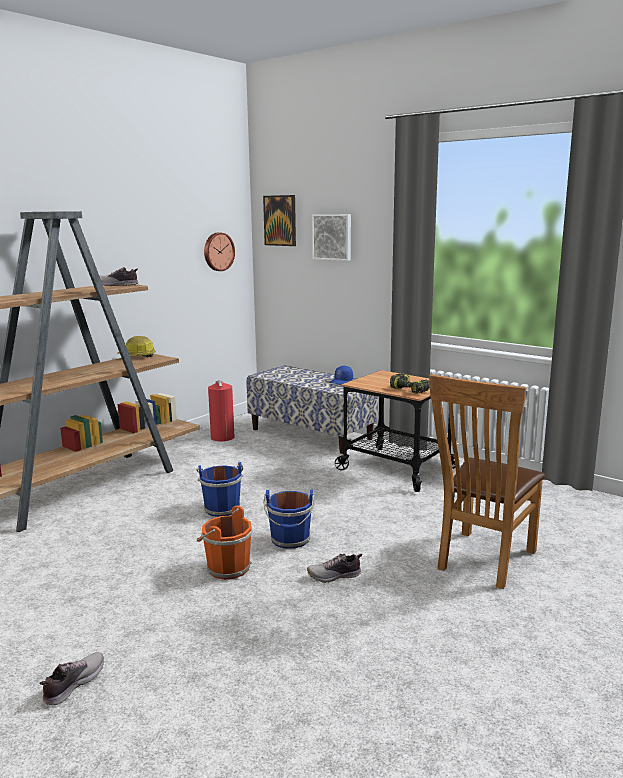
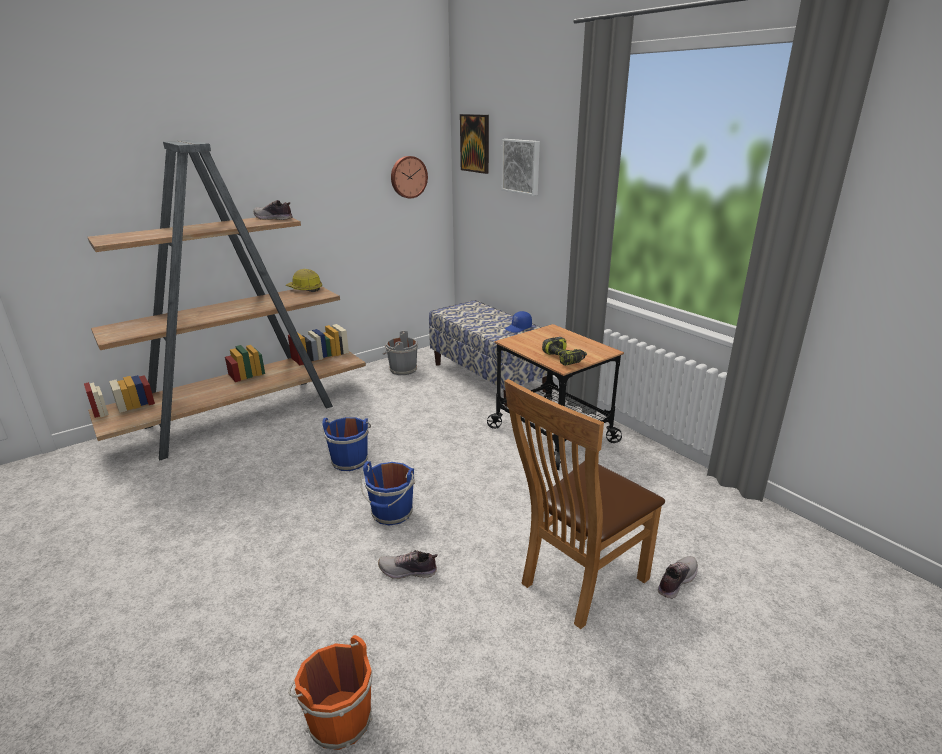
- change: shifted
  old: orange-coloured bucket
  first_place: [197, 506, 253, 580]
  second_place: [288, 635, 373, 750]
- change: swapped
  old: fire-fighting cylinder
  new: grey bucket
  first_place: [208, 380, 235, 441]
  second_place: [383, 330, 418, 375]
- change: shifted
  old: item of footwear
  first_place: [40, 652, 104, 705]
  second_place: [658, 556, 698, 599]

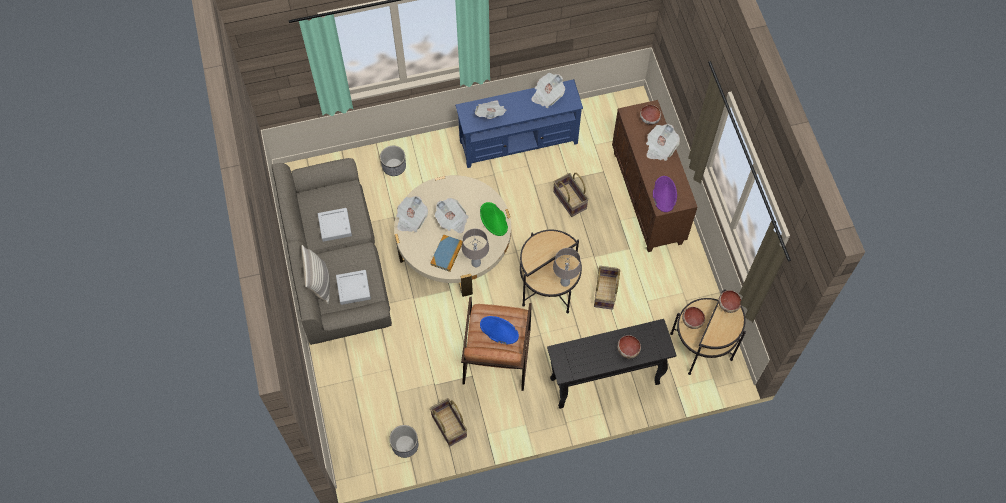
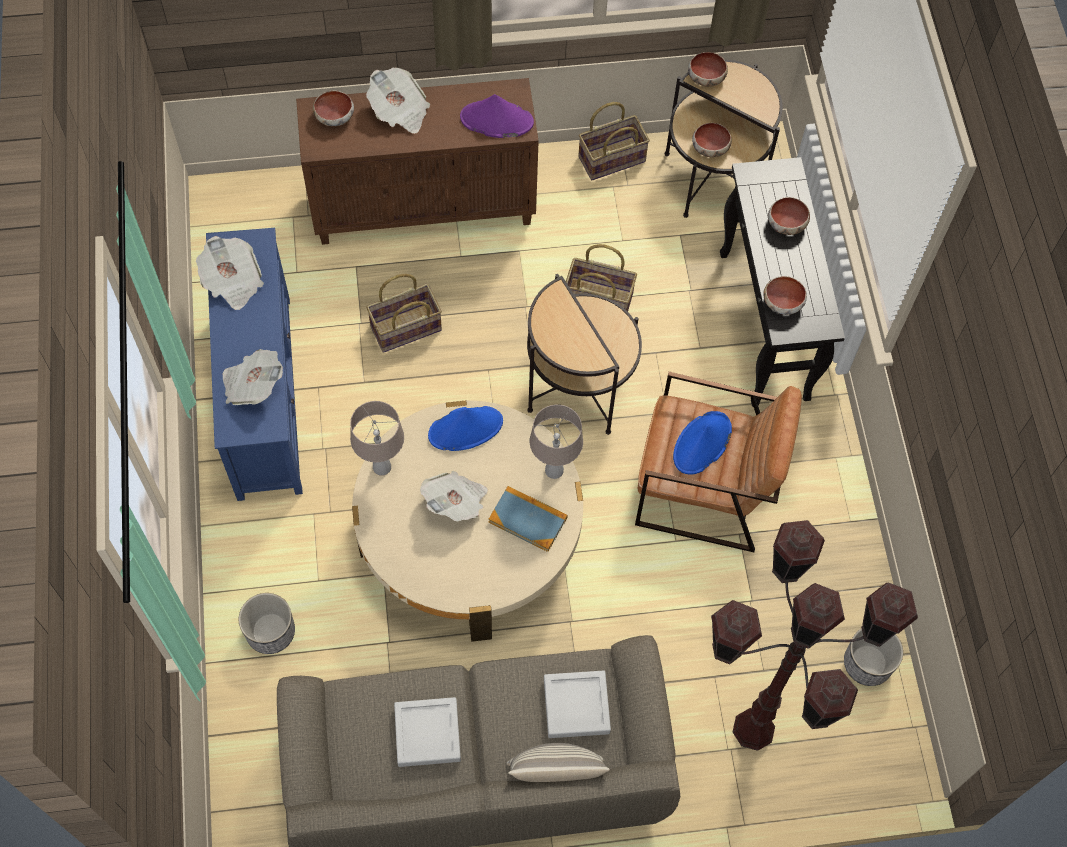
- change: shifted
  old: beige-coloured tabletop lamp
  first_place: [553, 248, 581, 287]
  second_place: [350, 401, 404, 475]
- change: repainted
  old: green-coloured clothing hat
  new: blue-coloured clothing hat
  first_place: [480, 202, 508, 236]
  second_place: [428, 406, 503, 451]
- change: shifted
  old: basket
  first_place: [430, 398, 467, 446]
  second_place: [578, 102, 650, 180]
- change: new
  new: brown floor lamp
  second_place: [711, 520, 918, 751]
- change: new
  new: serving bowl
  second_place: [763, 276, 807, 315]
- change: gone
  old: newspaper
  first_place: [396, 196, 428, 232]

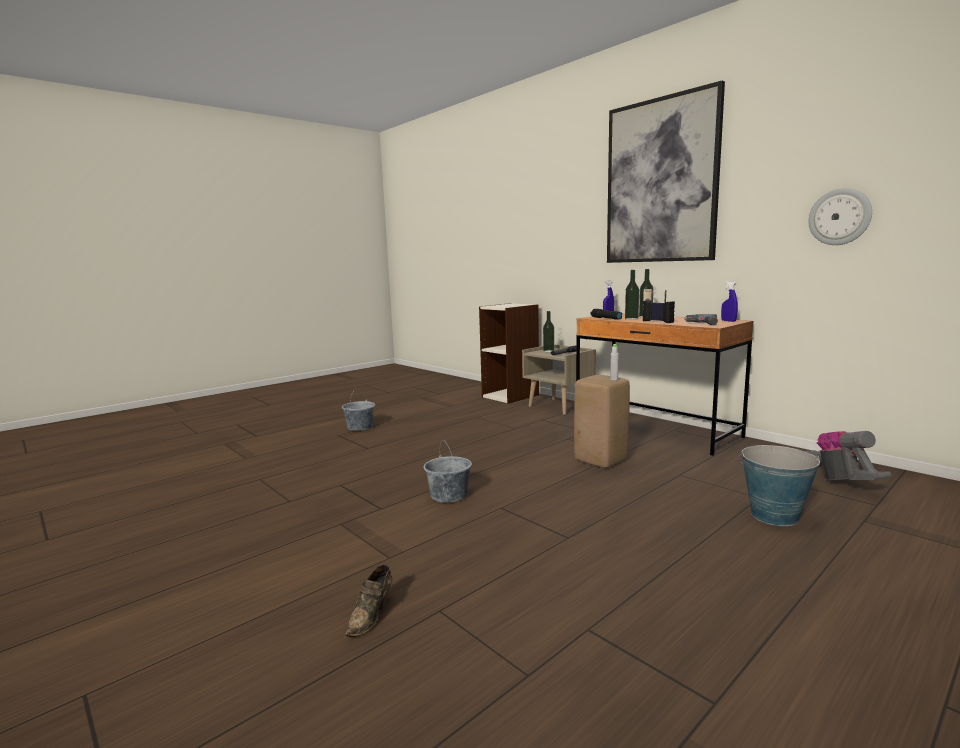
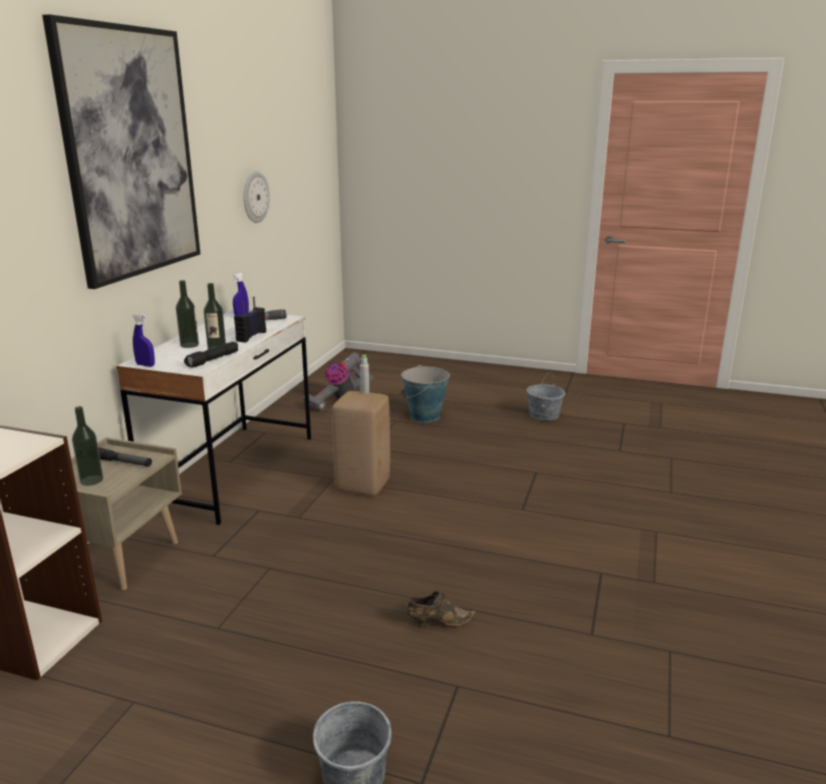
- change: repainted
  old: brown desk unit
  new: white-coloured desk unit
  first_place: [576, 313, 754, 456]
  second_place: [116, 310, 311, 525]
- change: shifted
  old: brown item of footwear
  first_place: [345, 564, 392, 637]
  second_place: [406, 591, 476, 628]
- change: shifted
  old: grey bucket
  first_place: [424, 440, 472, 503]
  second_place: [527, 372, 565, 421]

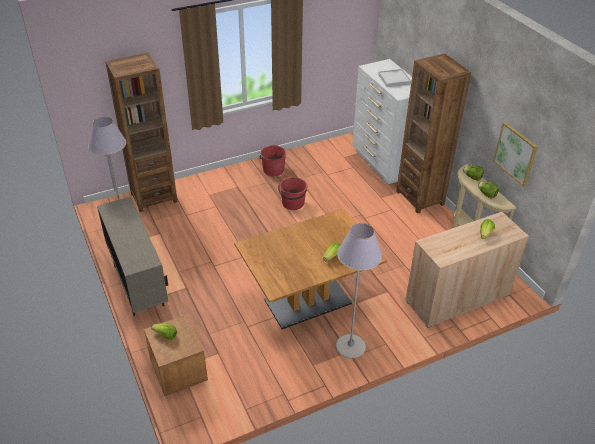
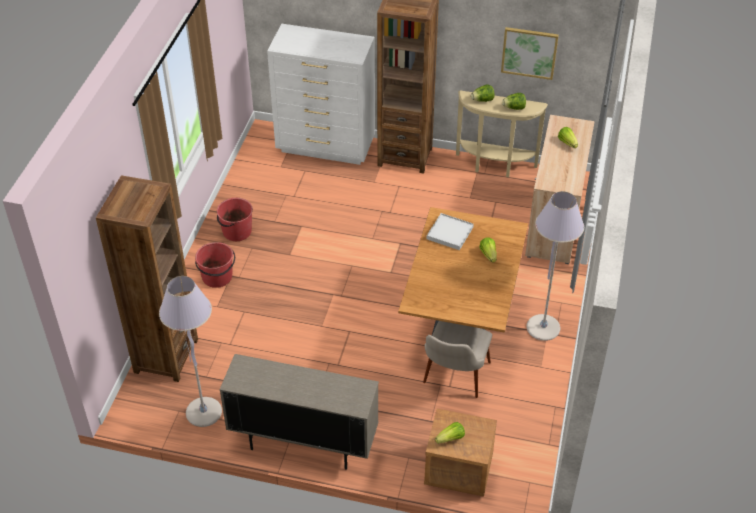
- change: shifted
  old: reddish bucket
  first_place: [278, 177, 307, 210]
  second_place: [195, 242, 235, 288]
- change: new
  new: beige-coloured plain chair
  second_place: [423, 321, 492, 398]
- change: shifted
  old: white-coloured carrying tray
  first_place: [378, 69, 411, 87]
  second_place: [427, 213, 474, 250]

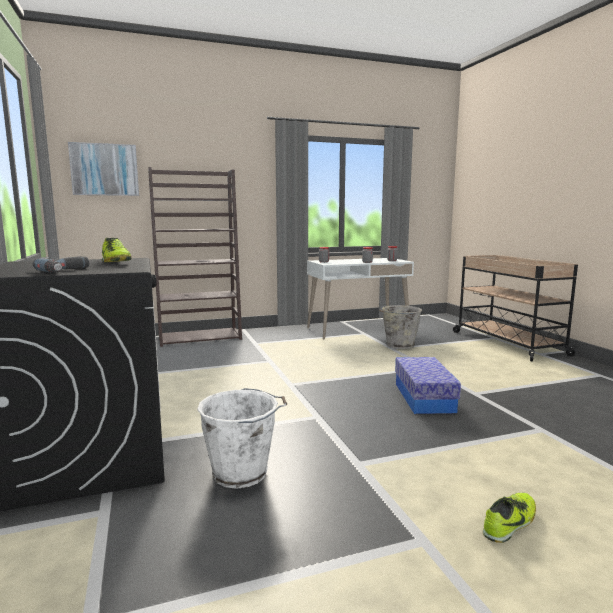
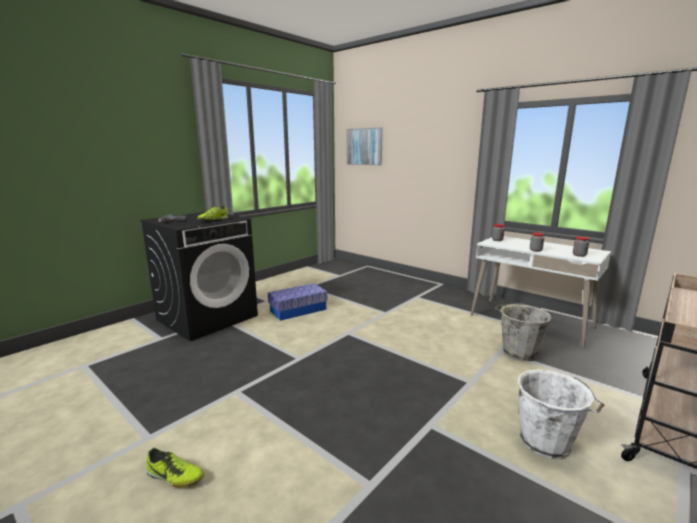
- change: shifted
  old: storage bin
  first_place: [395, 357, 461, 414]
  second_place: [268, 283, 327, 321]
- change: shifted
  old: white-coloured bucket
  first_place: [197, 388, 287, 489]
  second_place: [517, 369, 604, 459]
- change: gone
  old: brown bookcase
  first_place: [148, 167, 242, 347]

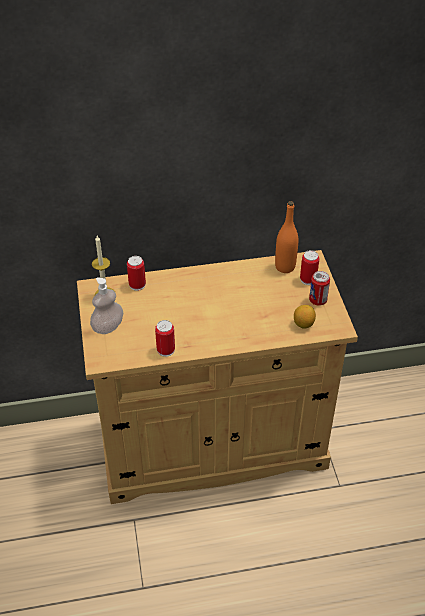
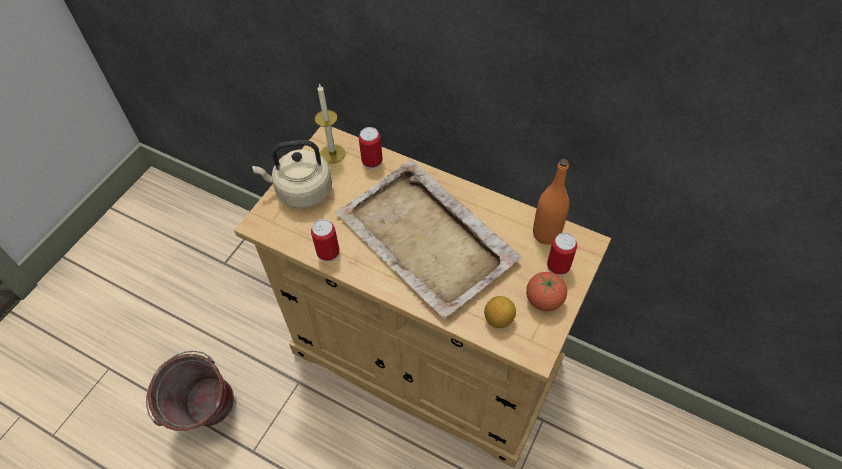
- change: new
  new: bucket
  second_place: [146, 351, 234, 431]
- change: swapped
  old: soap dispenser
  new: beige-coloured tea kettle
  first_place: [90, 277, 123, 334]
  second_place: [252, 140, 332, 208]
- change: new
  new: beige-coloured carrying tray
  second_place: [335, 160, 522, 319]
- change: swapped
  old: metal can
  new: tomato
  first_place: [309, 271, 330, 306]
  second_place: [526, 272, 567, 311]

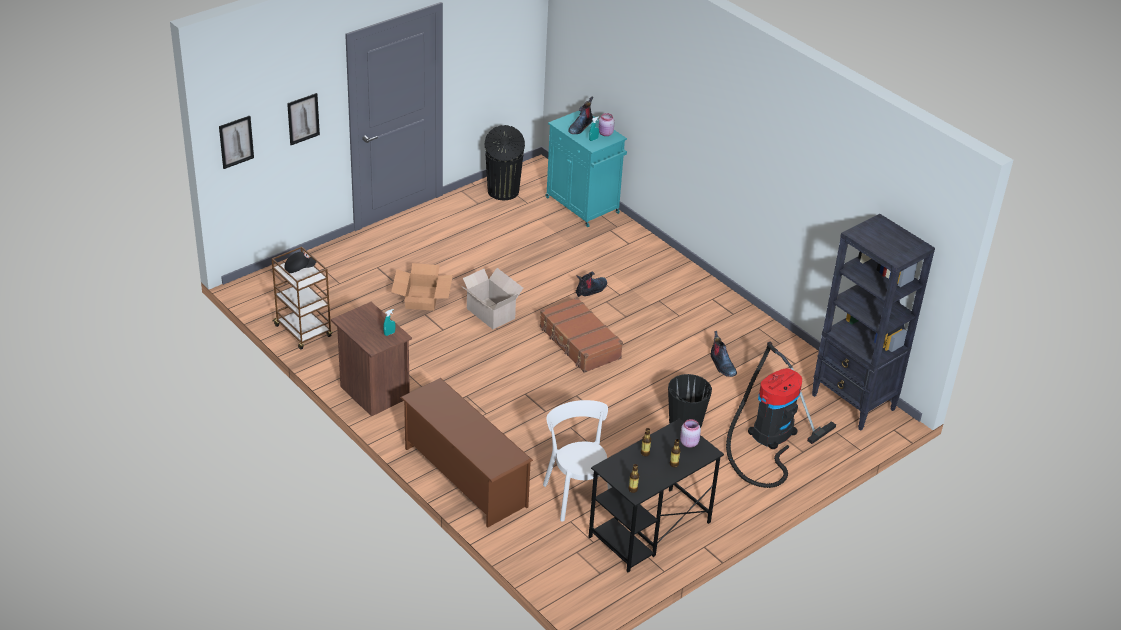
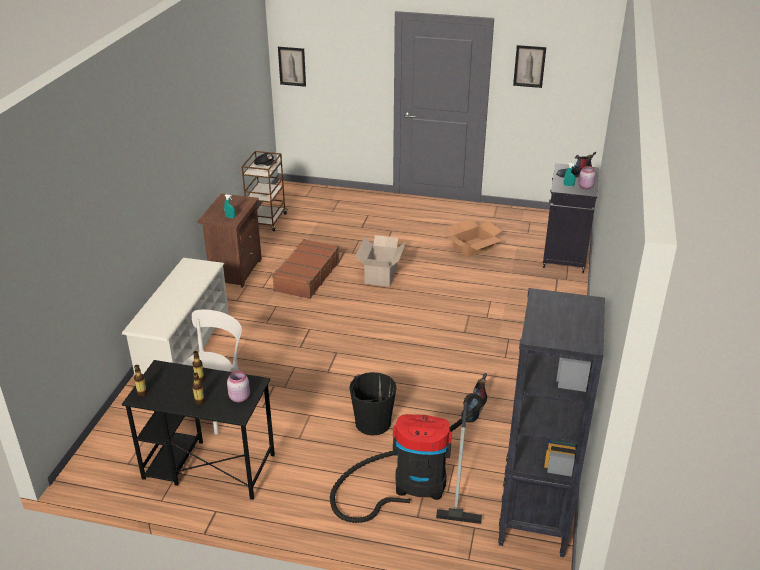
- change: repainted
  old: brown shoe shelf
  new: white-coloured shoe shelf
  first_place: [400, 378, 533, 527]
  second_place: [122, 258, 229, 375]
- change: shifted
  old: brown piece of luggage
  first_place: [540, 297, 623, 373]
  second_place: [272, 239, 339, 299]
- change: shifted
  old: cardboard box
  first_place: [391, 263, 453, 311]
  second_place: [446, 218, 503, 257]
- change: shifted
  old: picture
  first_place: [287, 93, 320, 145]
  second_place: [513, 45, 546, 88]
- change: repainted
  old: turquoise-coloured cabinet
  new: blackish cabinet
  first_place: [545, 111, 627, 227]
  second_place: [543, 163, 599, 273]
- change: gone
  old: blackish waste bin
  first_place: [485, 125, 525, 200]
- change: gone
  old: tall boot
  first_place: [576, 271, 607, 297]

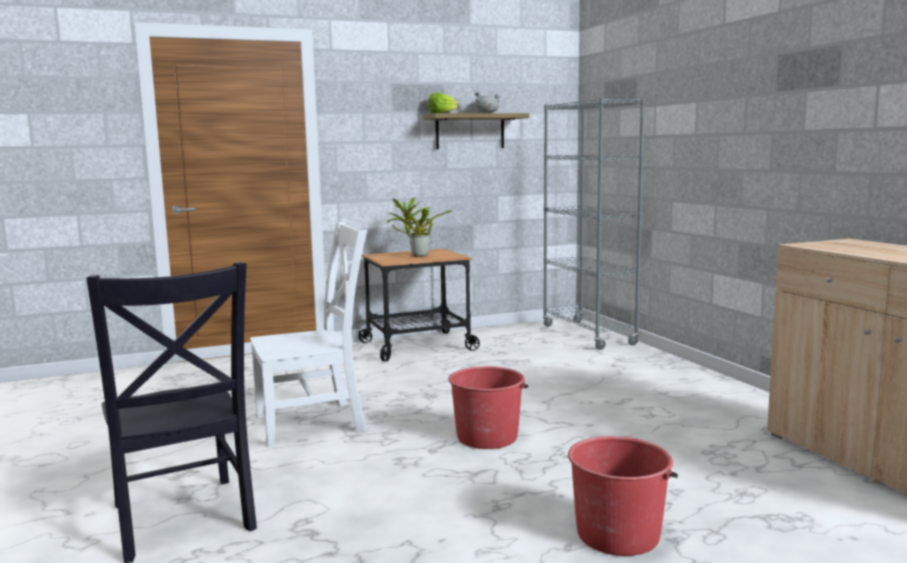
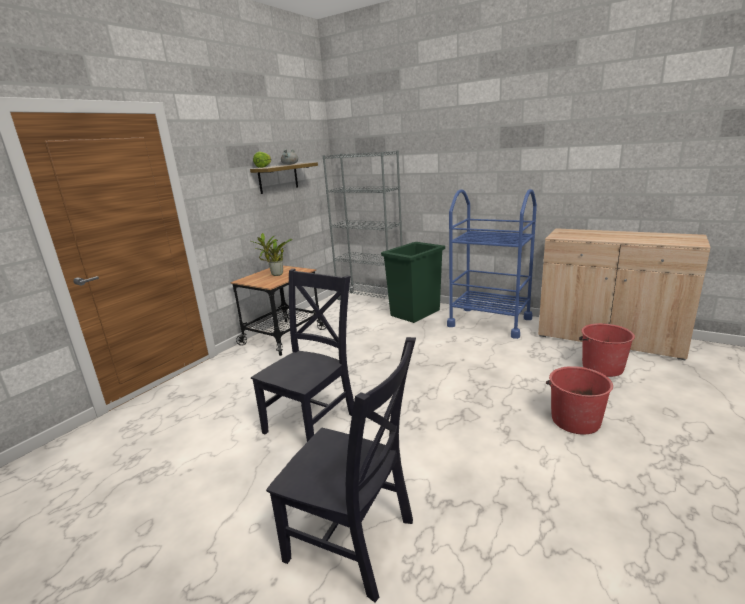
- change: repainted
  old: white-coloured plain chair
  new: blackish plain chair
  first_place: [250, 222, 367, 447]
  second_place: [251, 269, 354, 442]
- change: new
  new: green-coloured waste bin
  second_place: [381, 242, 445, 323]
- change: new
  new: blue-coloured cart
  second_place: [447, 189, 537, 339]
- change: shifted
  old: reddish bucket
  first_place: [449, 366, 528, 449]
  second_place: [579, 323, 635, 377]

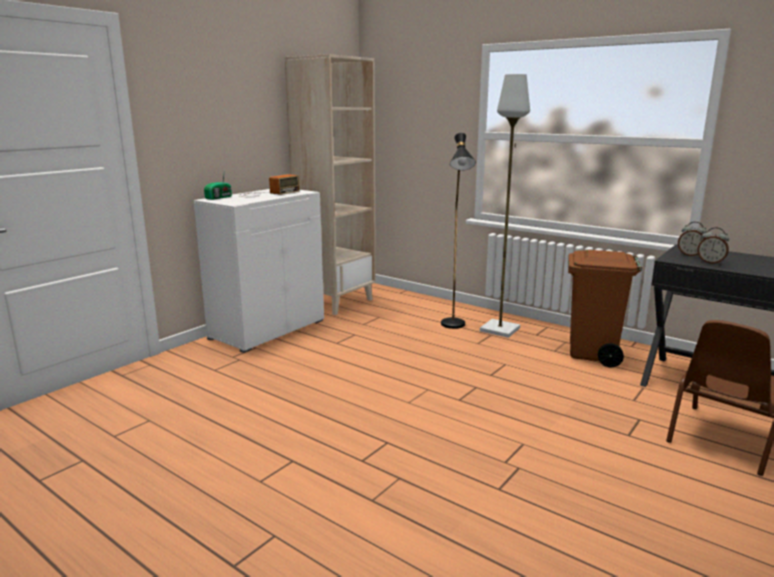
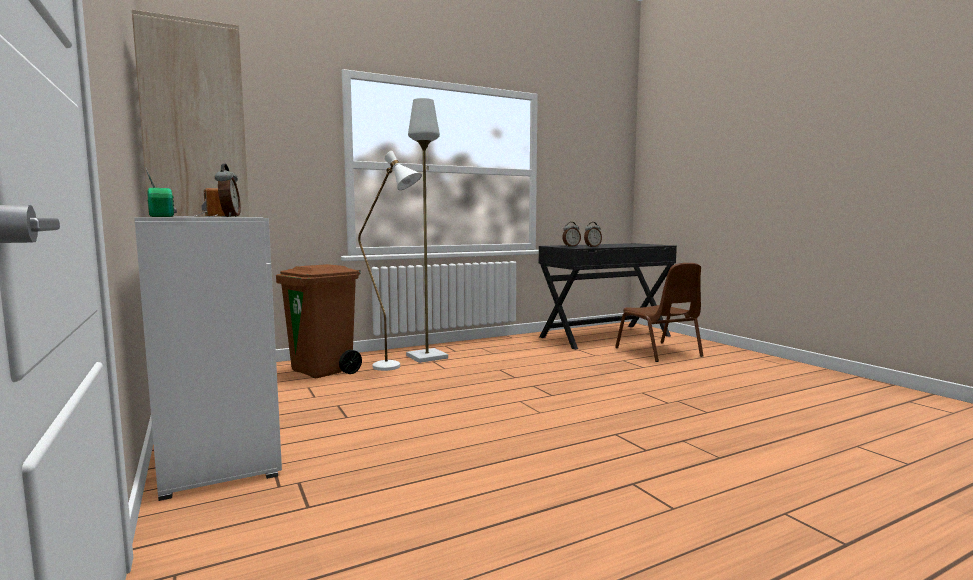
- change: new
  new: table clock
  second_place: [215, 164, 241, 217]
- change: shifted
  old: brown waste bin
  first_place: [568, 250, 642, 367]
  second_place: [276, 264, 362, 378]
- change: repainted
  old: blackish floor lamp
  new: white-coloured floor lamp
  first_place: [441, 133, 476, 329]
  second_place: [358, 151, 422, 371]

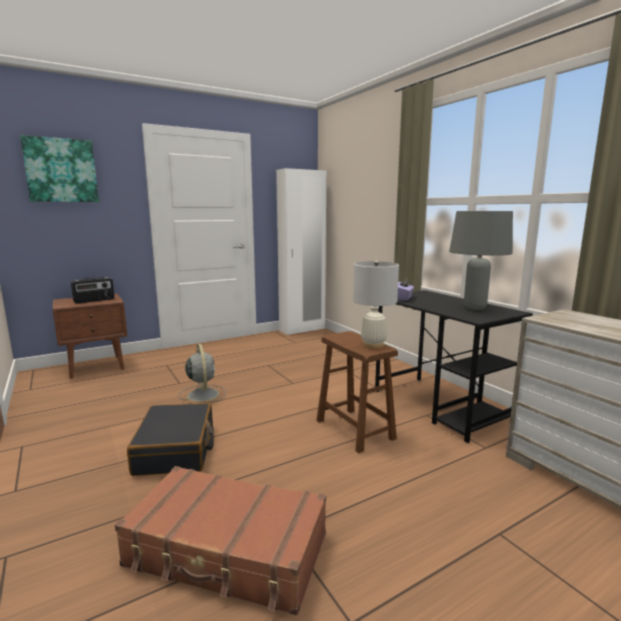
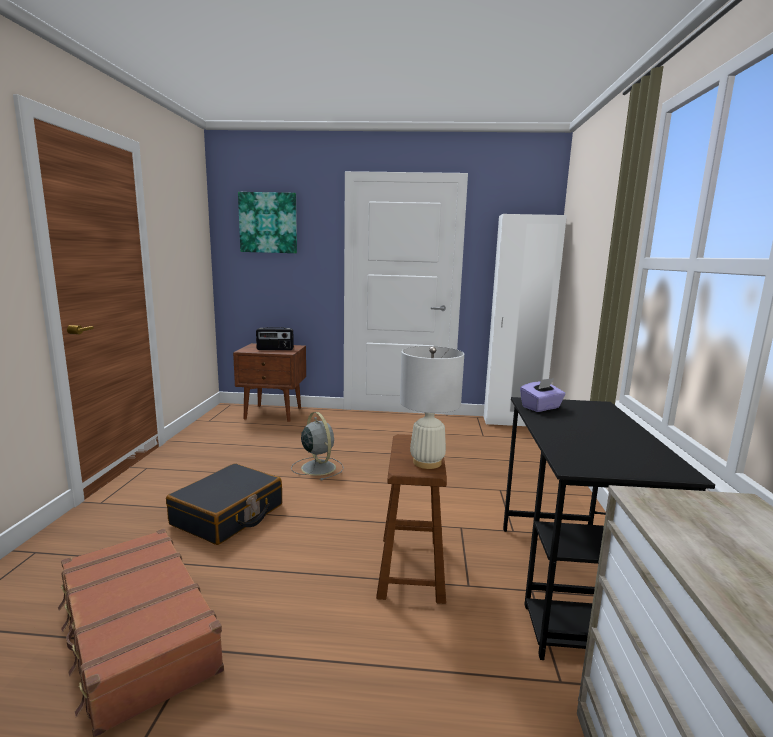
- change: rotated
  old: grey fan
  first_place: [179, 344, 226, 403]
  second_place: [291, 412, 344, 480]
  degrees: -45
- change: gone
  old: grey tabletop lamp
  first_place: [449, 211, 513, 310]

